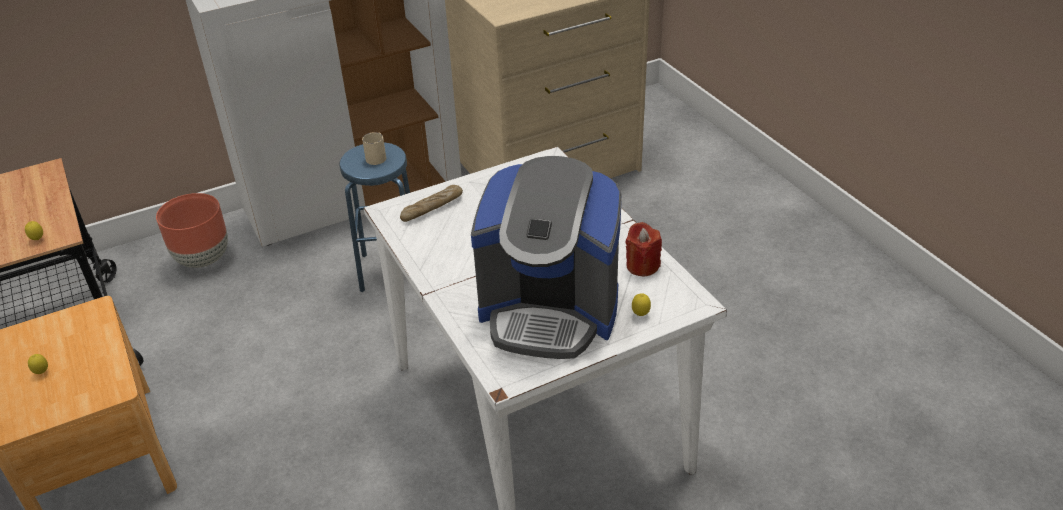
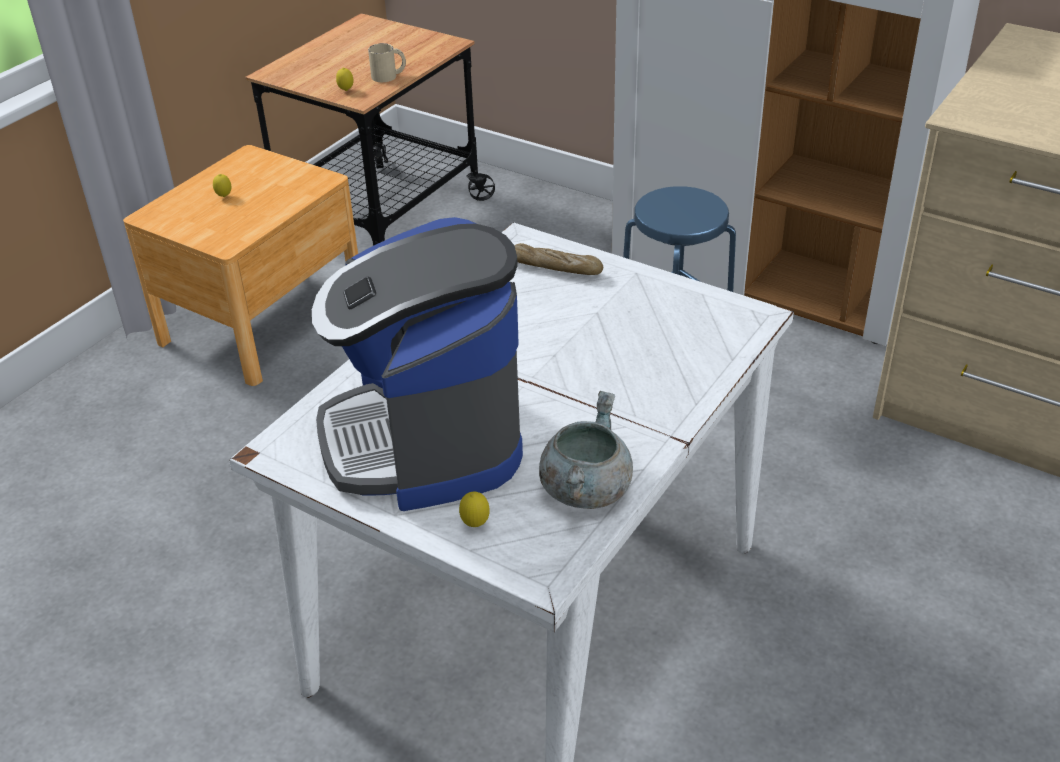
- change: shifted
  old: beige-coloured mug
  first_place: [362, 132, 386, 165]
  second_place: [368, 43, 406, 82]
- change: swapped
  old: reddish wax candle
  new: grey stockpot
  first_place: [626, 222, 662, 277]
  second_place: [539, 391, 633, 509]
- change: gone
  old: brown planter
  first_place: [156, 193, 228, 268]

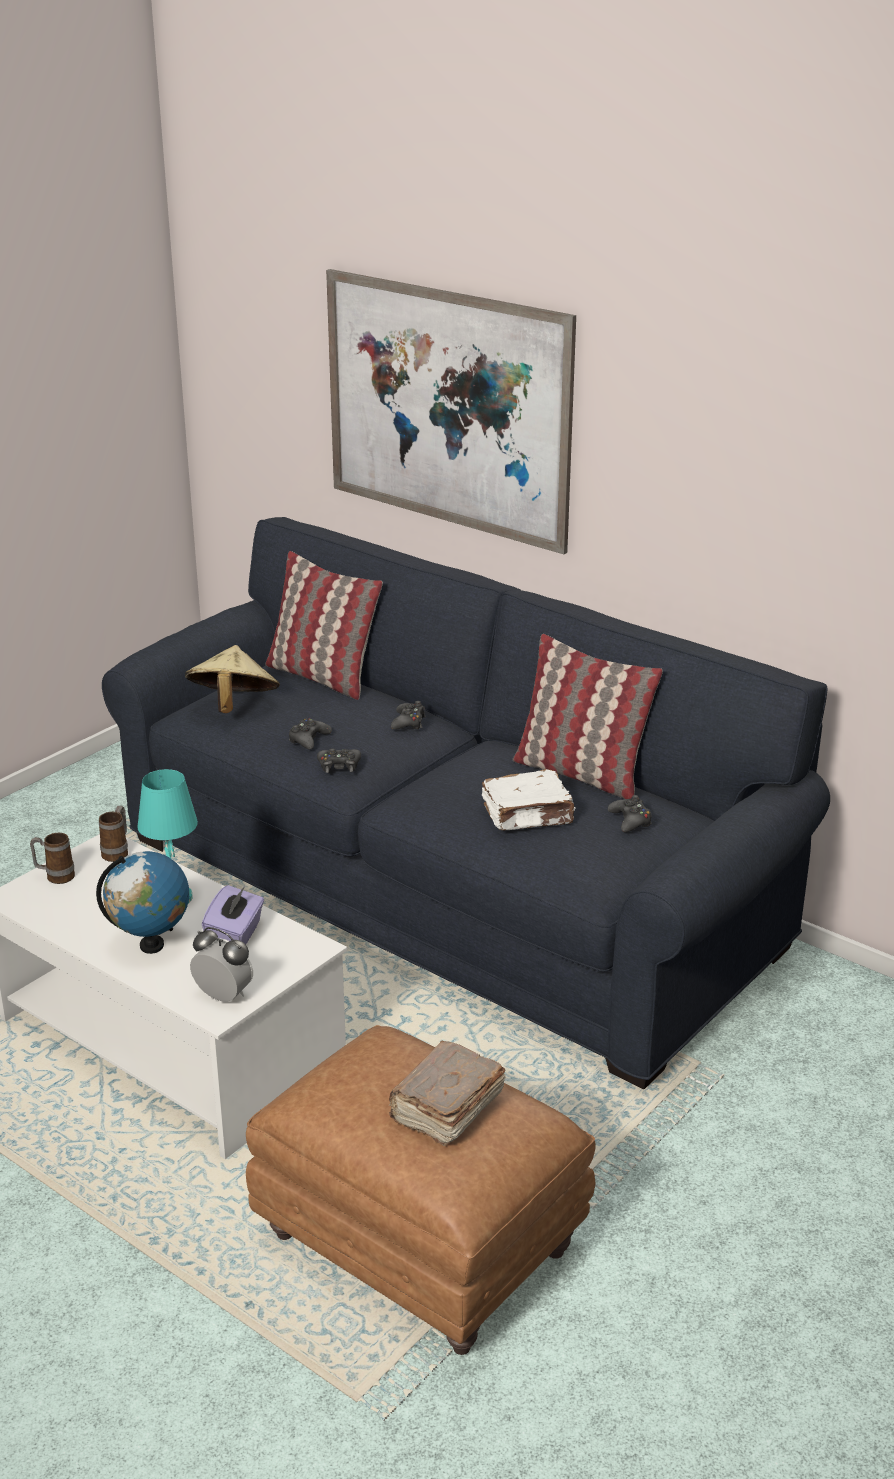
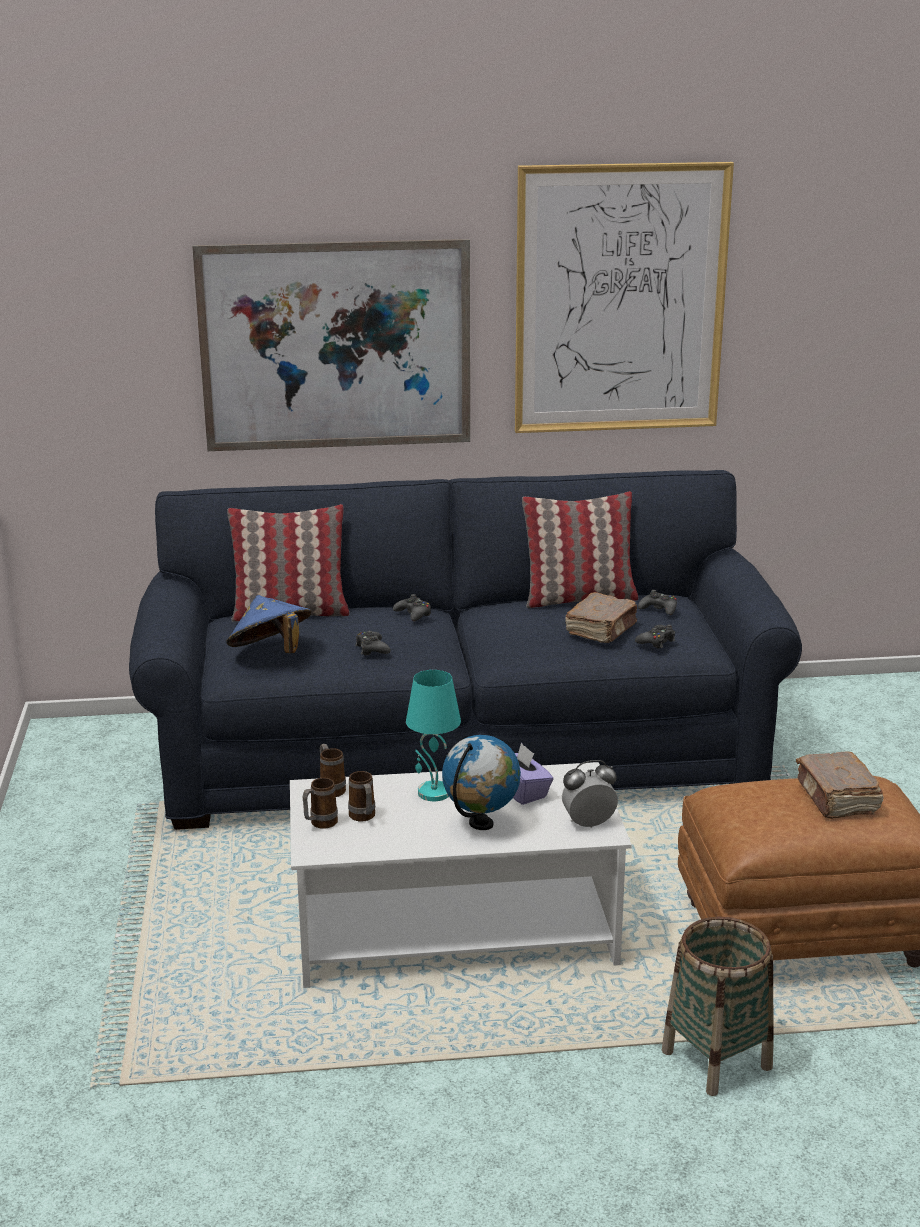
- change: repainted
  old: beige-coloured clothing hat
  new: blue-coloured clothing hat
  first_place: [185, 645, 280, 713]
  second_place: [226, 595, 311, 653]
- change: new
  new: mug
  second_place: [348, 771, 375, 821]
- change: new
  new: picture
  second_place: [515, 162, 734, 433]
- change: repainted
  old: white-coloured book
  new: brown book
  first_place: [482, 769, 576, 830]
  second_place: [565, 592, 637, 643]
- change: shifted
  old: blackish joypad
  first_place: [317, 748, 361, 773]
  second_place: [635, 624, 675, 649]
- change: new
  new: basket
  second_place: [662, 917, 774, 1096]

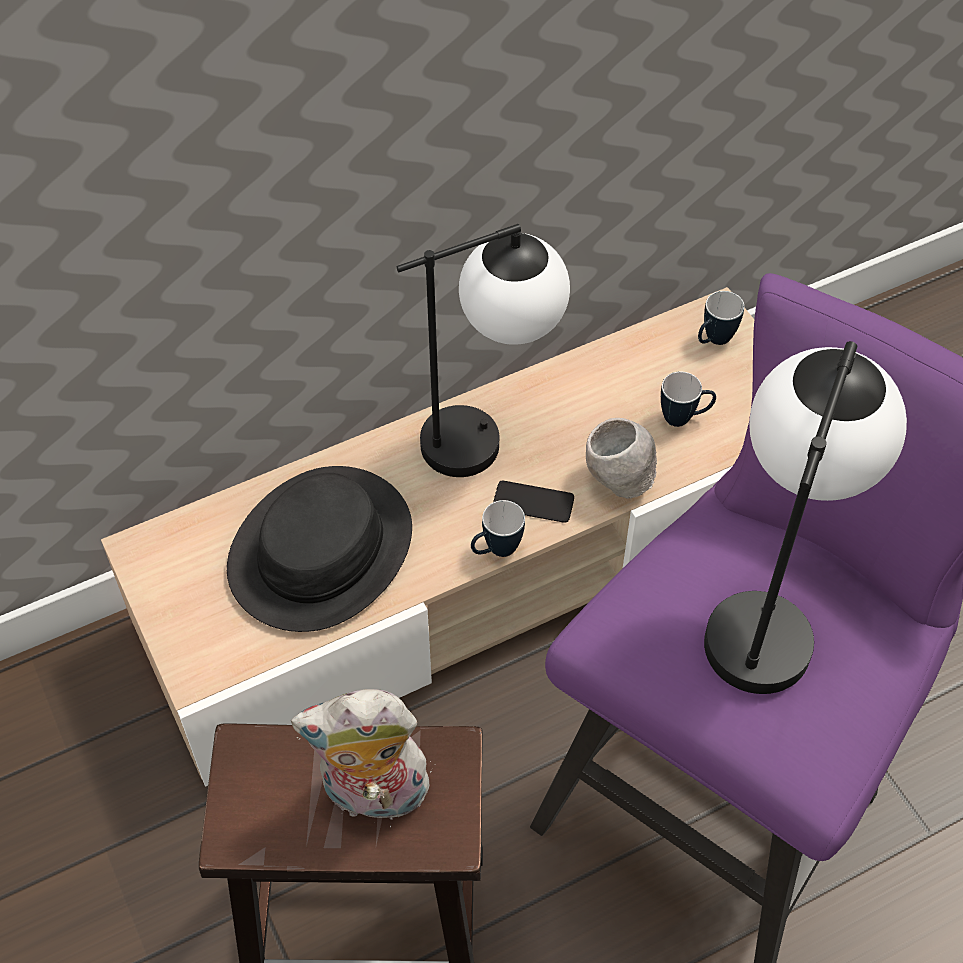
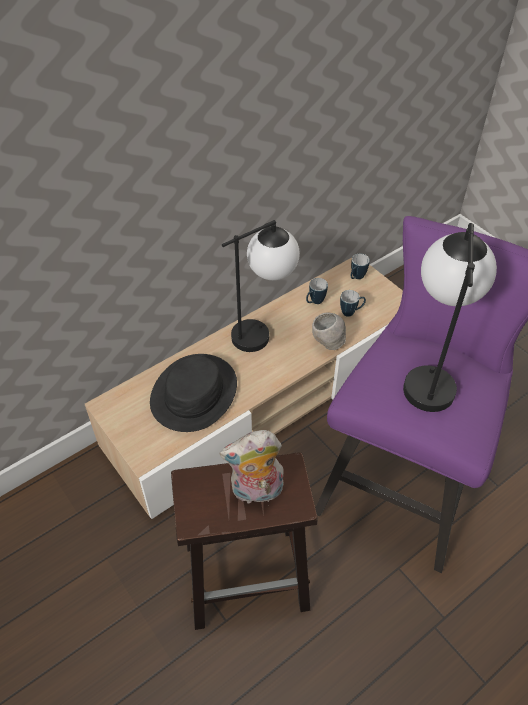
- change: shifted
  old: mug
  first_place: [471, 500, 525, 557]
  second_place: [306, 278, 328, 304]
- change: gone
  old: handset
  first_place: [493, 481, 574, 523]

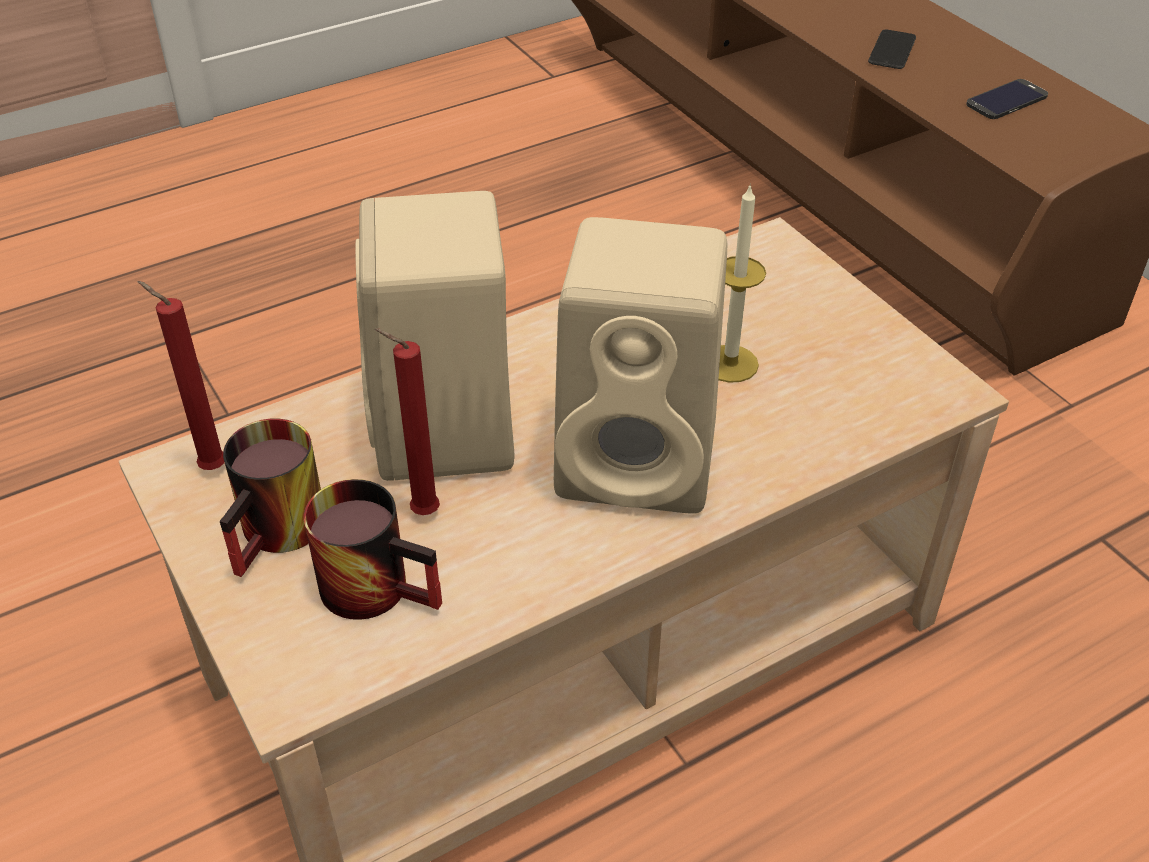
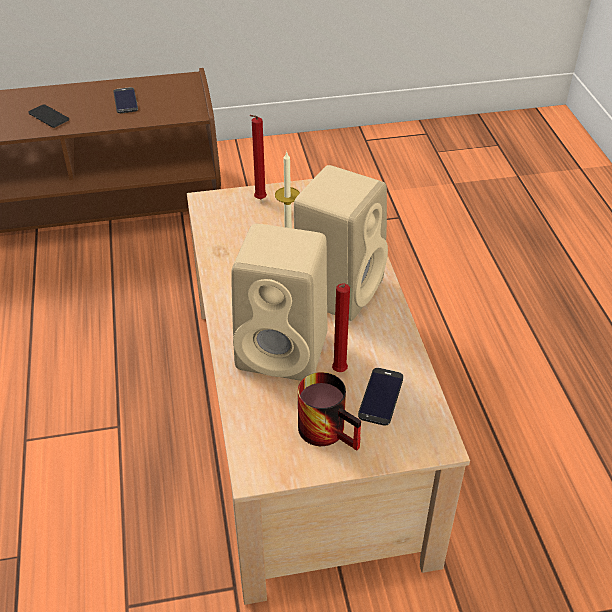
- change: shifted
  old: reddish wax candle
  first_place: [137, 281, 225, 470]
  second_place: [250, 115, 267, 200]
- change: swapped
  old: mug
  new: handset
  first_place: [304, 479, 442, 620]
  second_place: [358, 368, 403, 426]

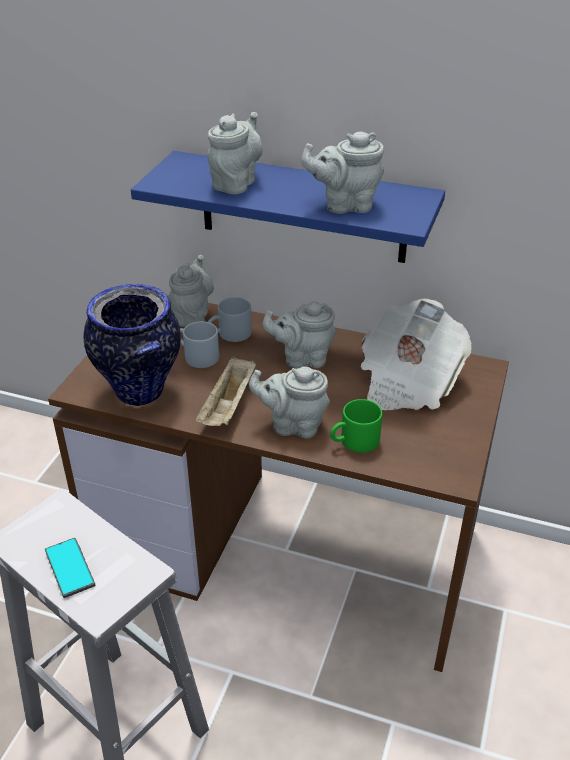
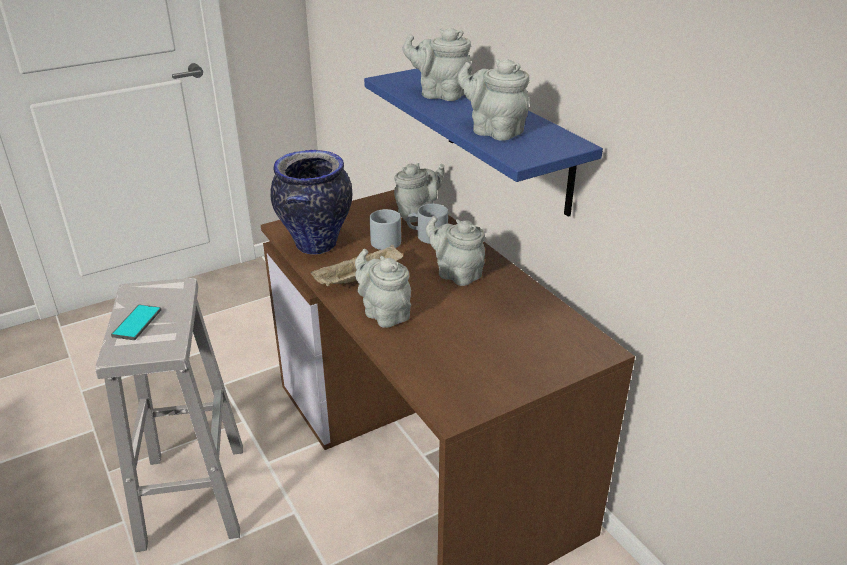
- change: rotated
  old: grey teapot
  first_place: [207, 112, 263, 195]
  second_place: [402, 28, 472, 101]
  degrees: -135
- change: gone
  old: green-coloured mug
  first_place: [330, 399, 382, 453]
- change: gone
  old: newspaper
  first_place: [360, 299, 472, 410]

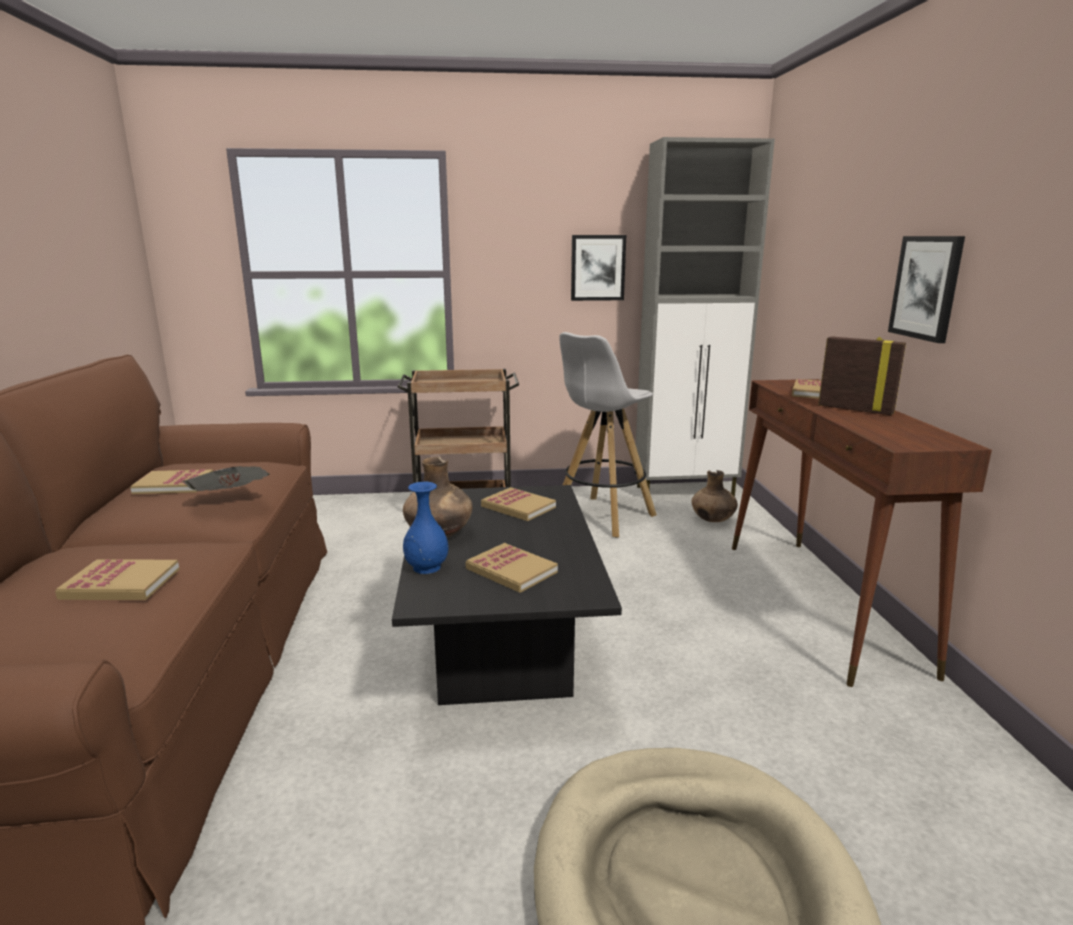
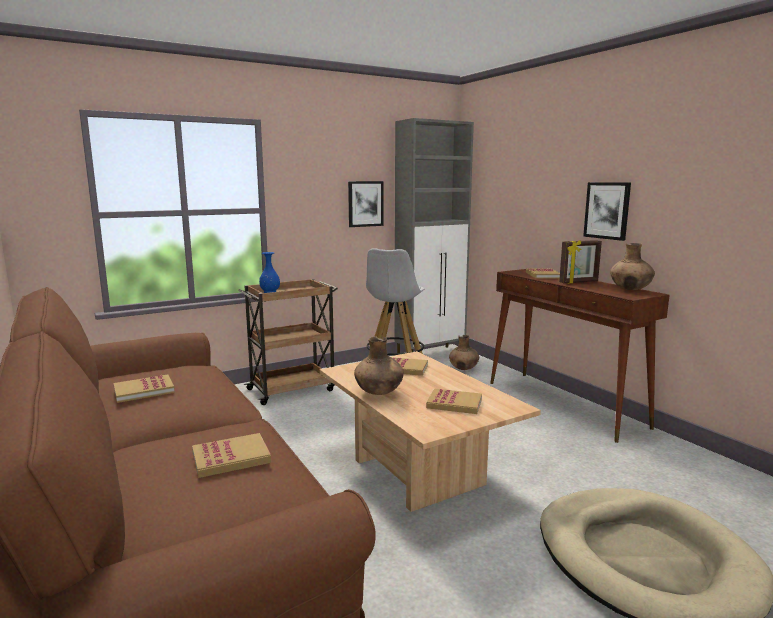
- change: shifted
  old: blue-coloured decorative vase
  first_place: [403, 482, 449, 574]
  second_place: [259, 252, 280, 293]
- change: repainted
  old: blackish lounge table
  new: beige-coloured lounge table
  first_place: [392, 485, 622, 705]
  second_place: [320, 351, 541, 512]
- change: rotated
  old: picture frame
  first_place: [818, 336, 906, 415]
  second_place: [559, 240, 602, 284]
  degrees: 150
- change: new
  new: brown decorative vase
  second_place: [610, 243, 655, 290]
- change: gone
  old: newspaper
  first_place: [182, 466, 270, 491]

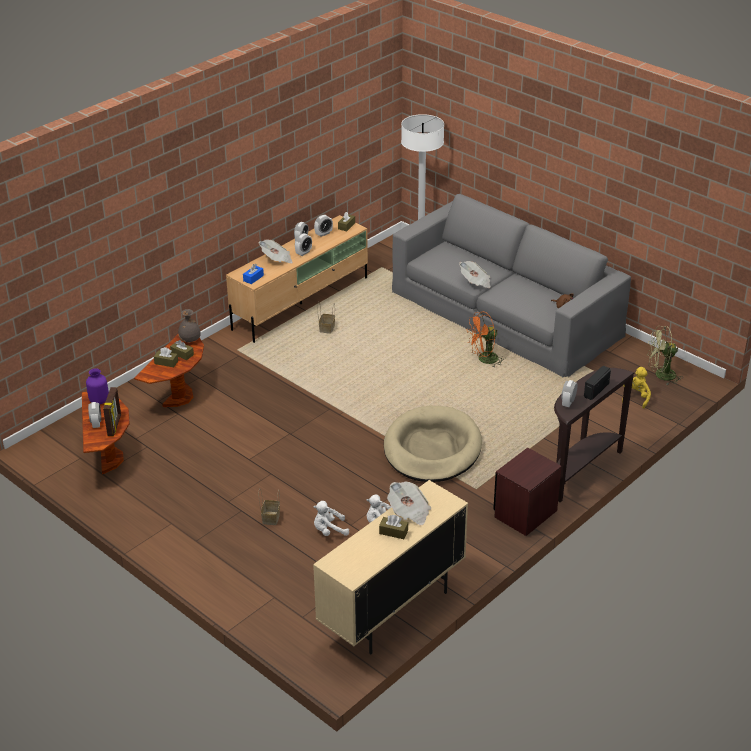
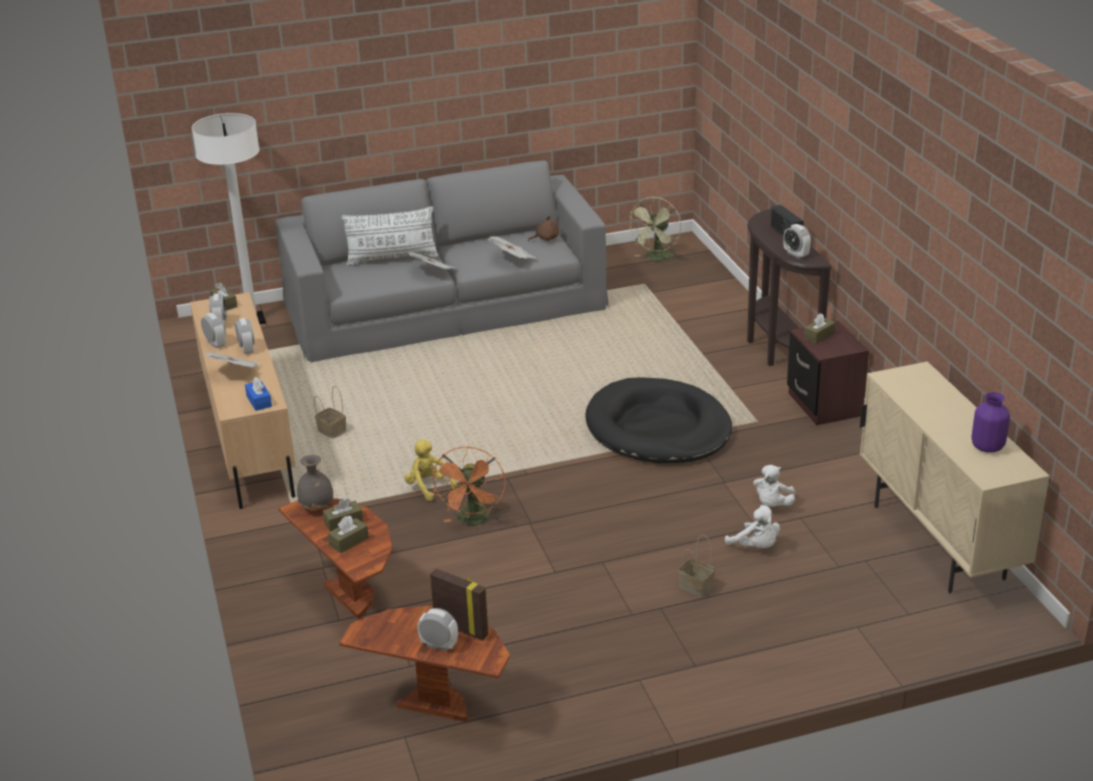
- change: new
  new: white-coloured pillow
  second_place: [342, 206, 439, 266]
- change: shifted
  old: yellowish plush toy
  first_place: [622, 367, 651, 409]
  second_place: [404, 440, 457, 501]
- change: shifted
  old: orange-coloured fan
  first_place: [467, 311, 504, 368]
  second_place: [433, 446, 506, 525]
- change: shifted
  old: newspaper
  first_place: [387, 482, 431, 525]
  second_place: [488, 236, 536, 259]
- change: repainted
  old: beige-coloured dog cushion
  new: blackish dog cushion
  first_place: [384, 406, 482, 482]
  second_place: [585, 377, 732, 463]
- change: rotated
  old: white-coloured plush toy
  first_place: [314, 501, 349, 536]
  second_place: [725, 505, 780, 548]
  degrees: -60
- change: shifted
  old: brown tissue box
  first_place: [379, 515, 408, 539]
  second_place: [804, 314, 835, 344]
- change: shifted
  old: purple-coloured decorative vase
  first_place: [86, 368, 109, 404]
  second_place: [972, 392, 1010, 453]

